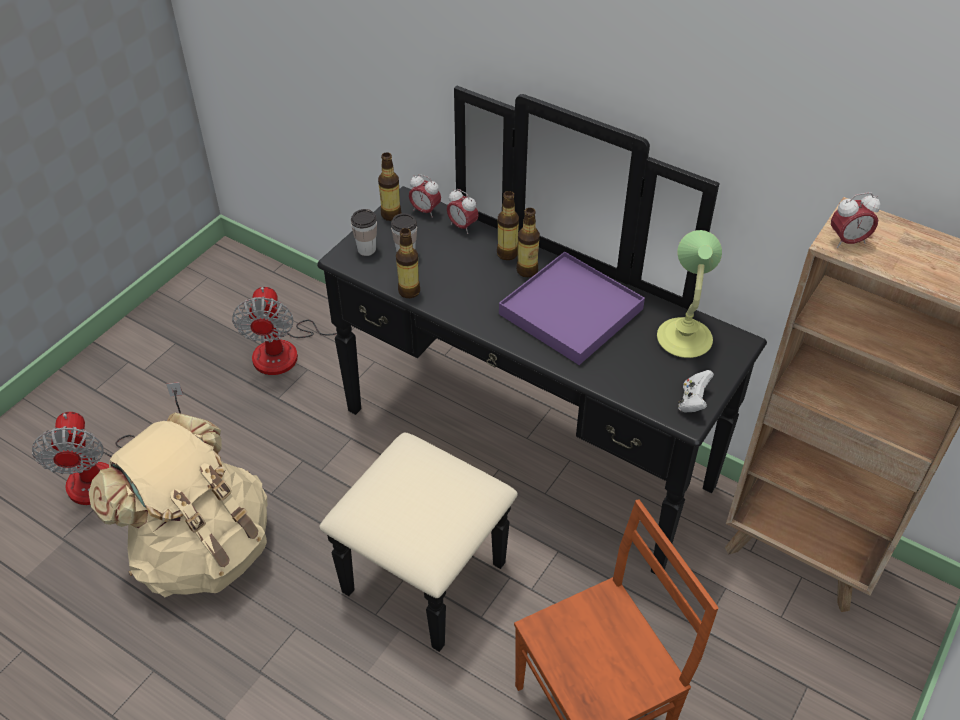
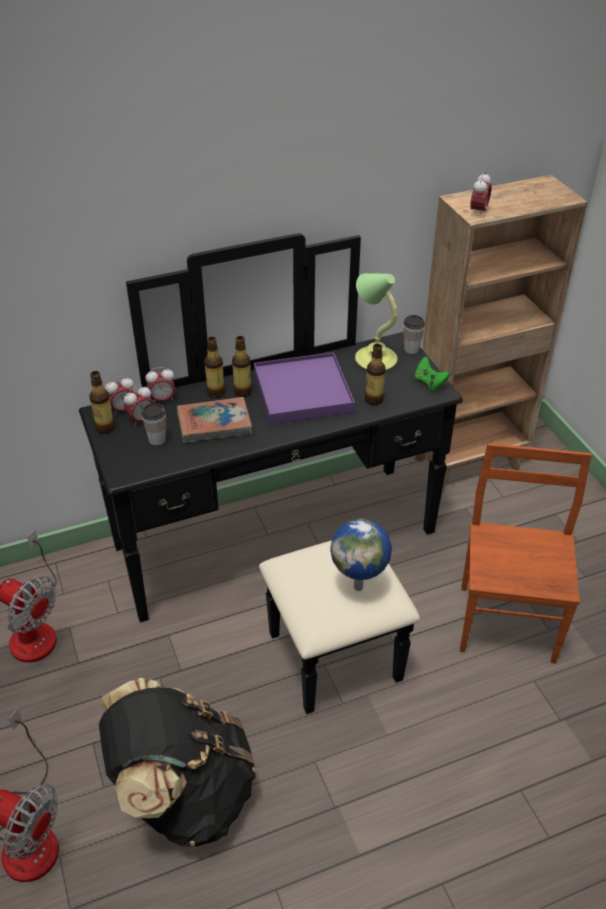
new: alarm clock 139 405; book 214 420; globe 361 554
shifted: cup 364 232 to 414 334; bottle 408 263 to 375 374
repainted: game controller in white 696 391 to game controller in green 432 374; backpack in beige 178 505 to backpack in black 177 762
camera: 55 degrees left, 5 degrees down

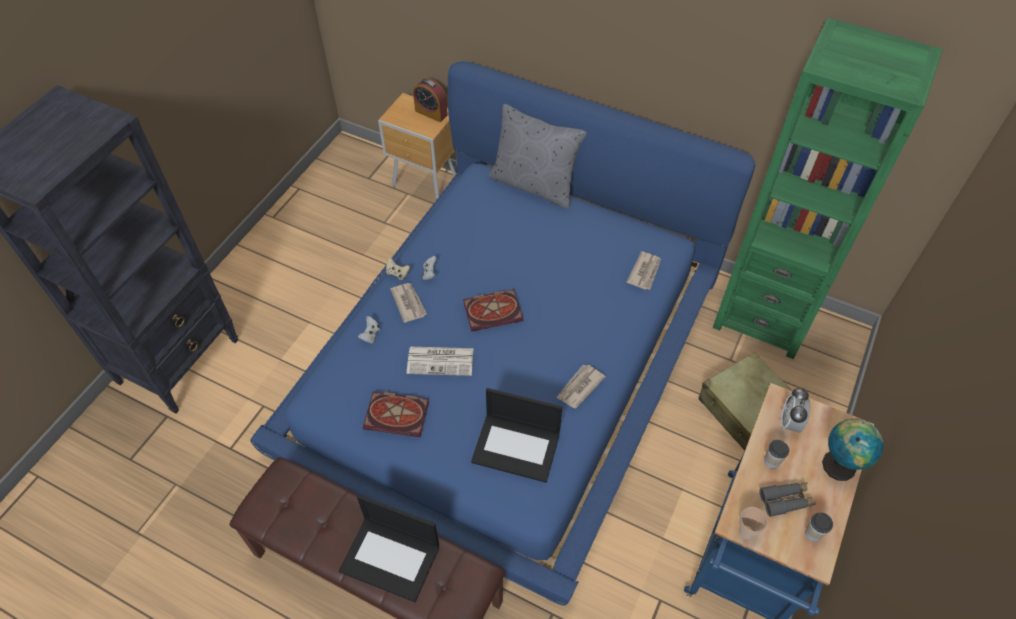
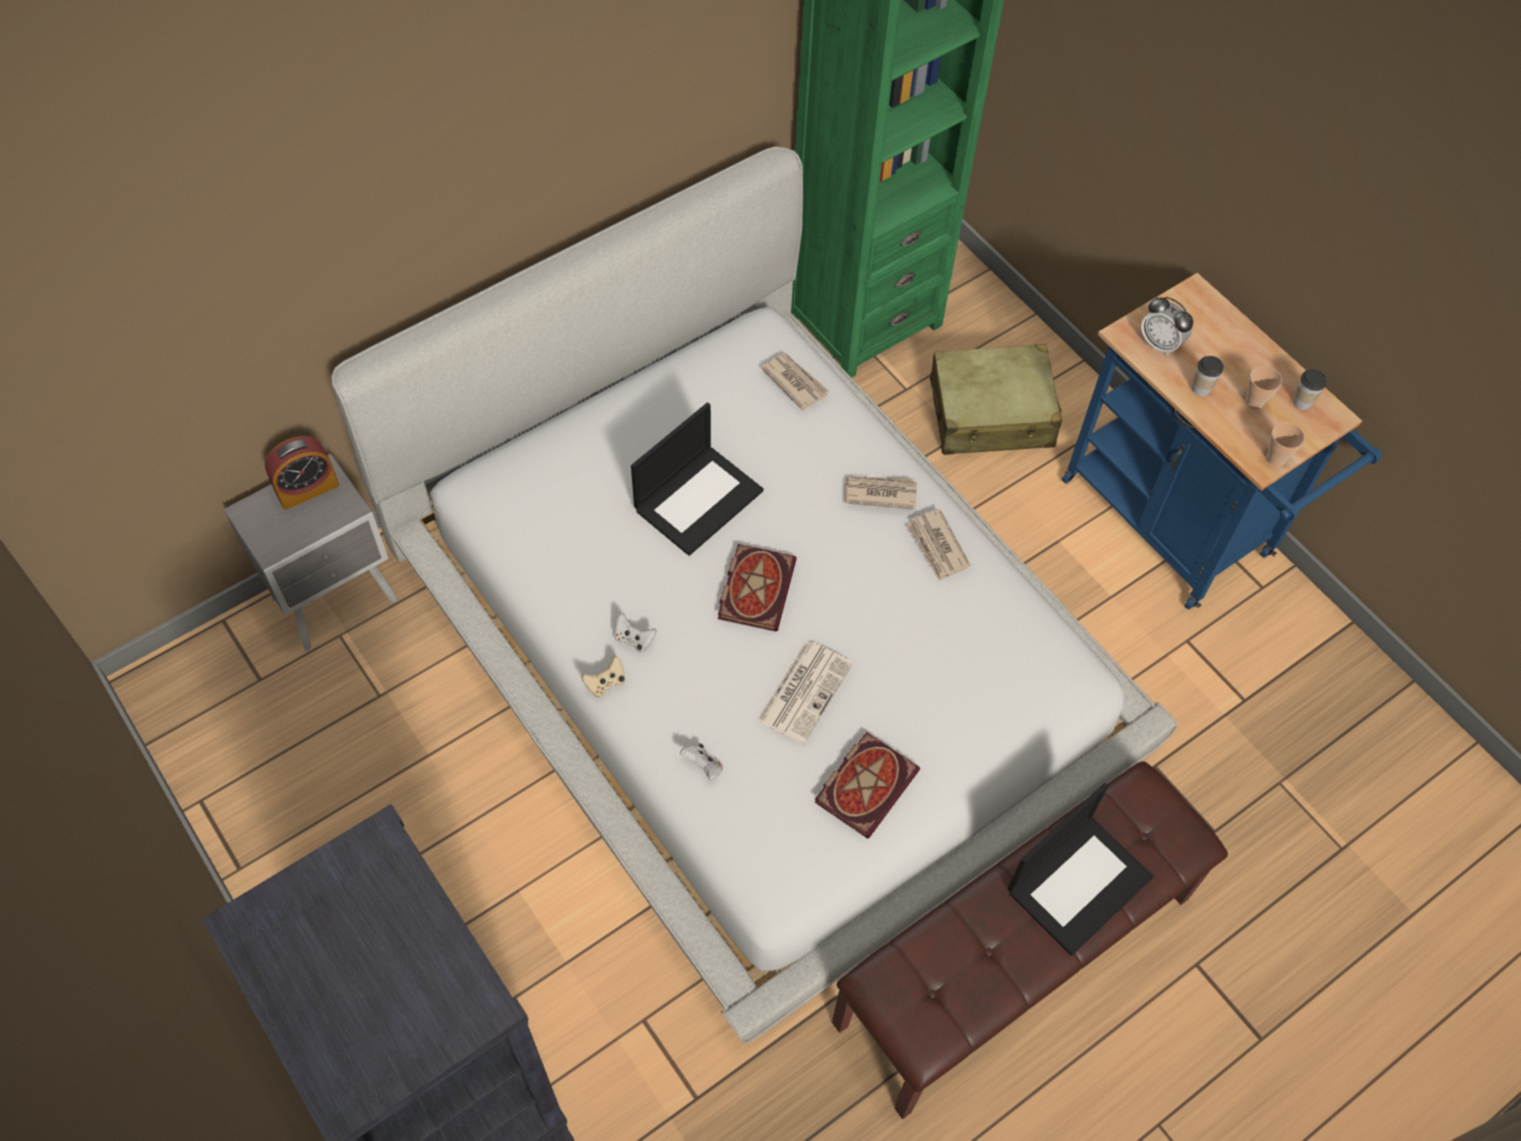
gone: pillow in grey 538 157; globe 852 449
shifted: newspaper 408 303 to 881 493; laptop 516 435 to 697 479
swapped: binoculars in grey 787 499 to cup 1263 388
repainted: bed in blue 502 333 to bed in white 754 594; nightstand in brown 417 146 to nightstand in grey 310 552
camera: 65 degrees left, 5 degrees up

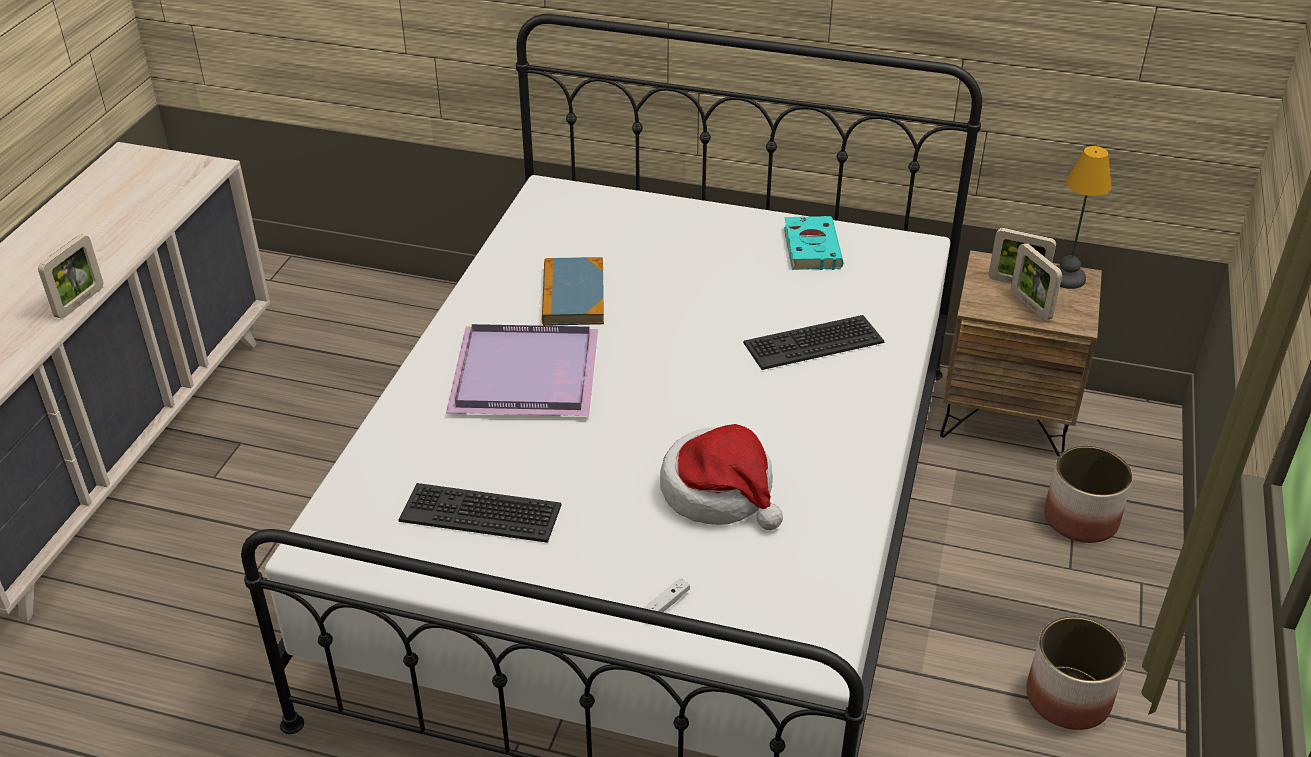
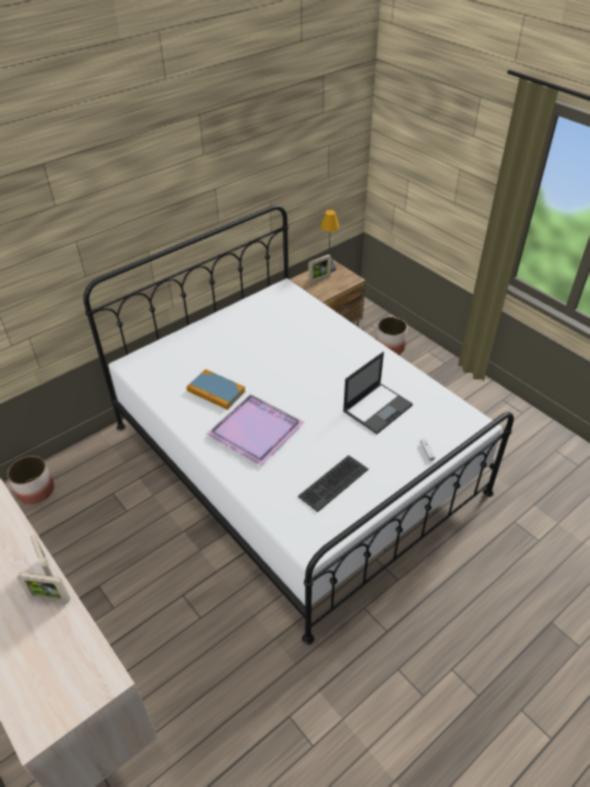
gone: book in turquoise 813 243; keyboard 813 342
shifted: picture frame 1036 281 to 43 588; planter 1076 673 to 30 480
swapped: hat 721 477 to laptop 378 393
camera: 55 degrees left, 5 degrees up

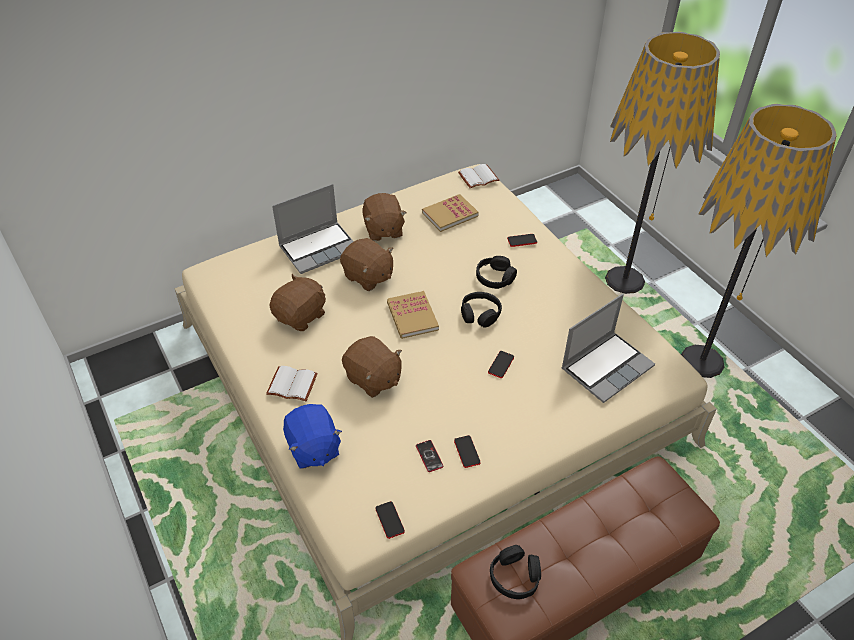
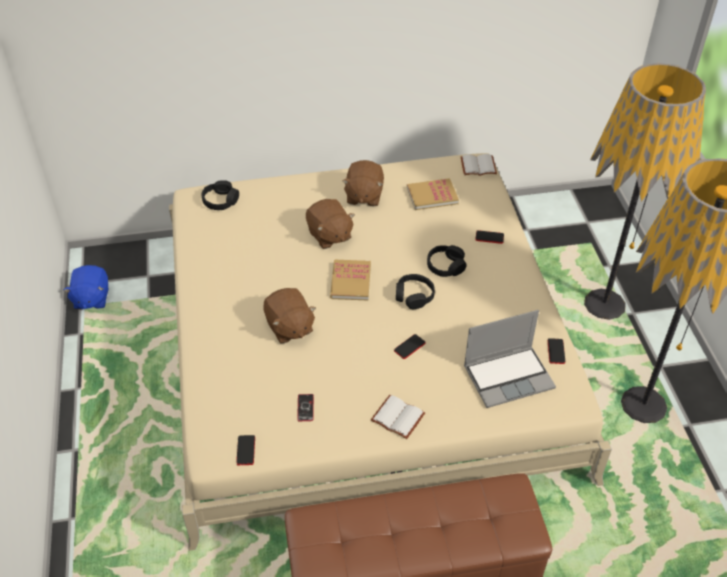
gone: laptop 313 229; plush toy in brown 297 302
shifted: book in white 292 383 to 398 417; plush toy in blue 312 436 to 86 287; phone 467 451 to 556 351; headphones in black 515 572 to 220 195
camera: 20 degrees right, 0 degrees up

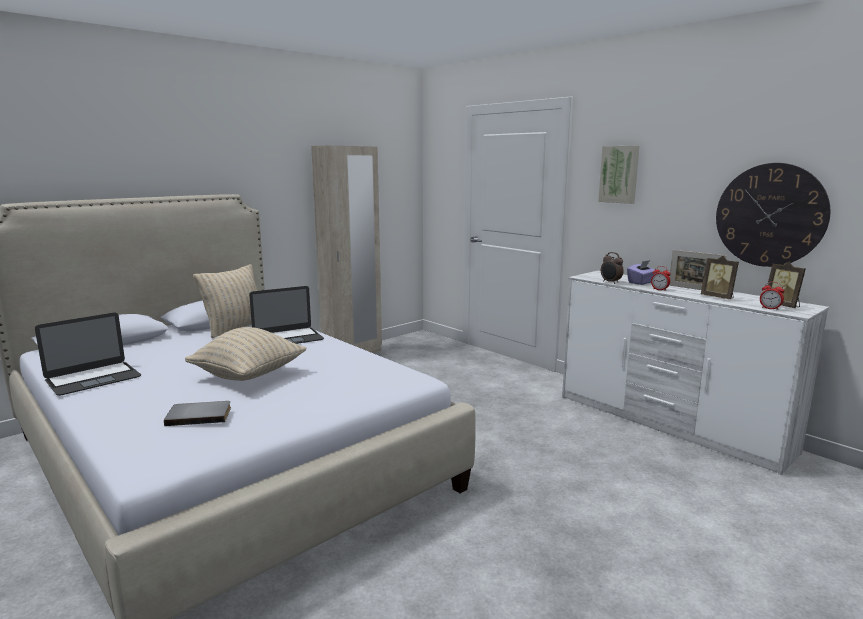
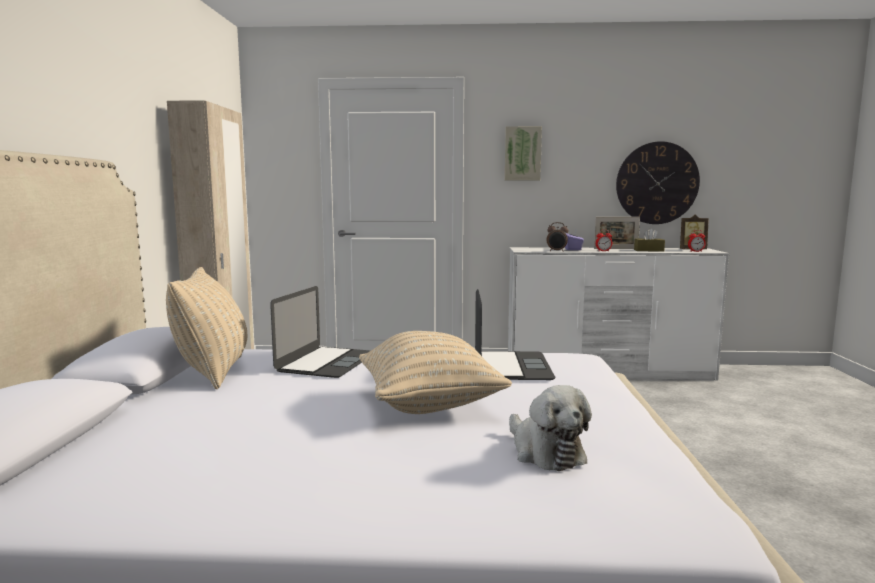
shifted: laptop 88 354 to 515 334
swapped: picture frame 720 277 to tissue box in brown 649 240; book in grey 197 413 to plush toy 550 428
camera: 45 degrees left, 5 degrees down

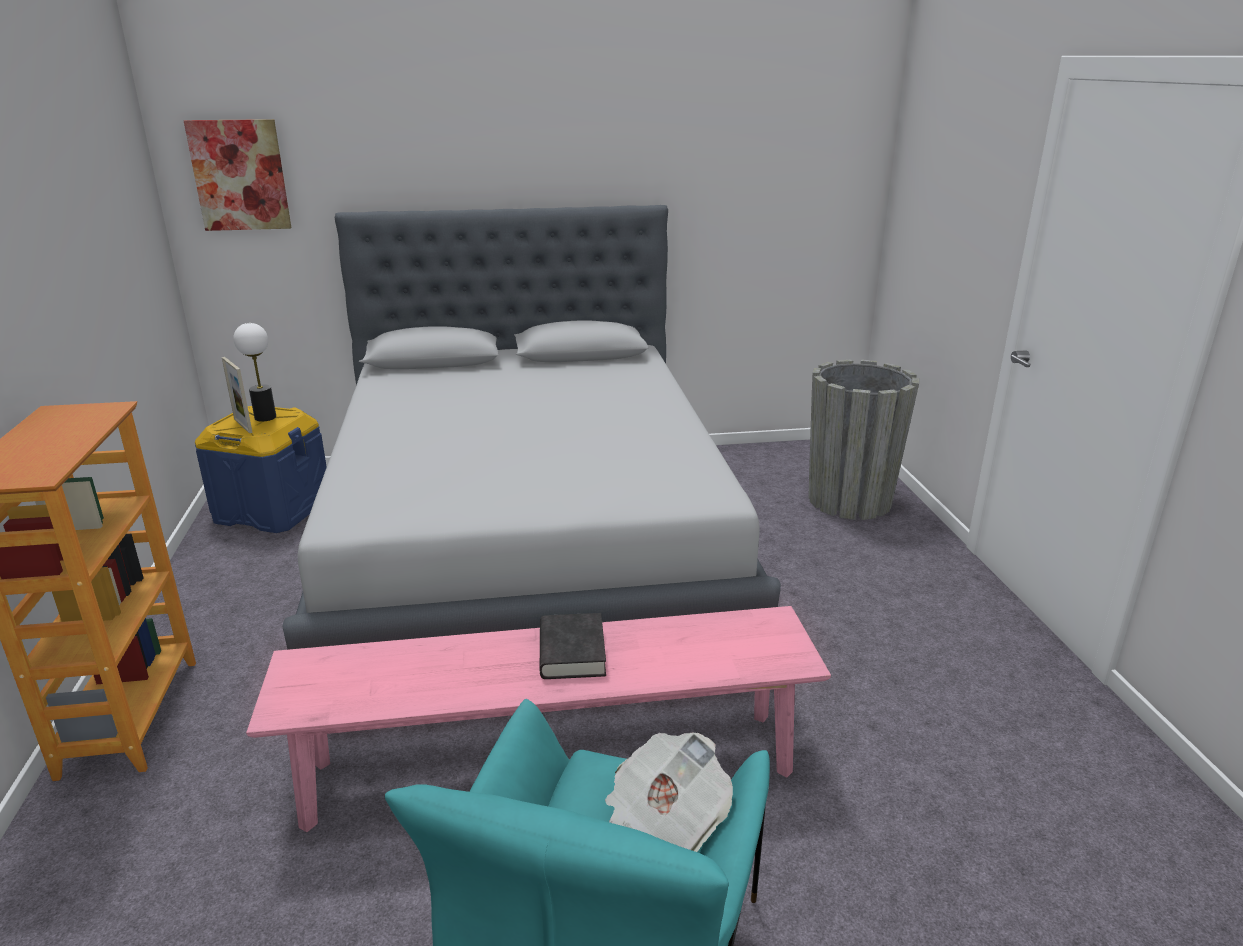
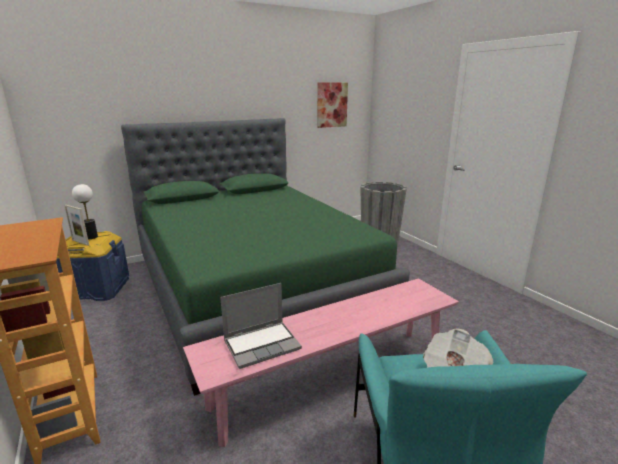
gone: book in black 573 646
new: laptop 261 326
shifted: picture 237 175 to 332 105
repainted: bed in grey 531 427 to bed in green 265 257
camera: 20 degrees left, 5 degrees down

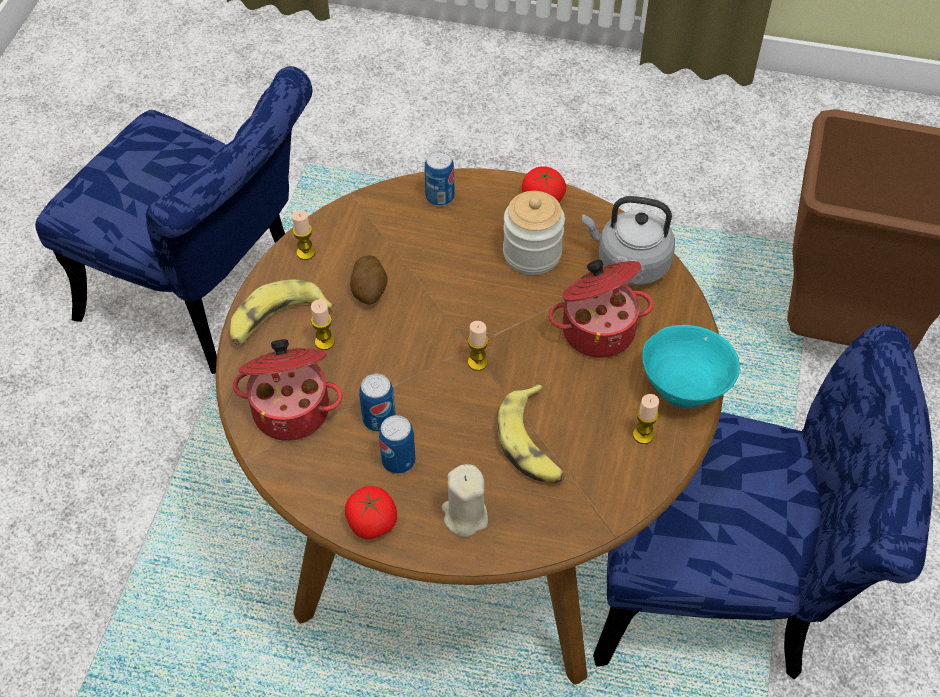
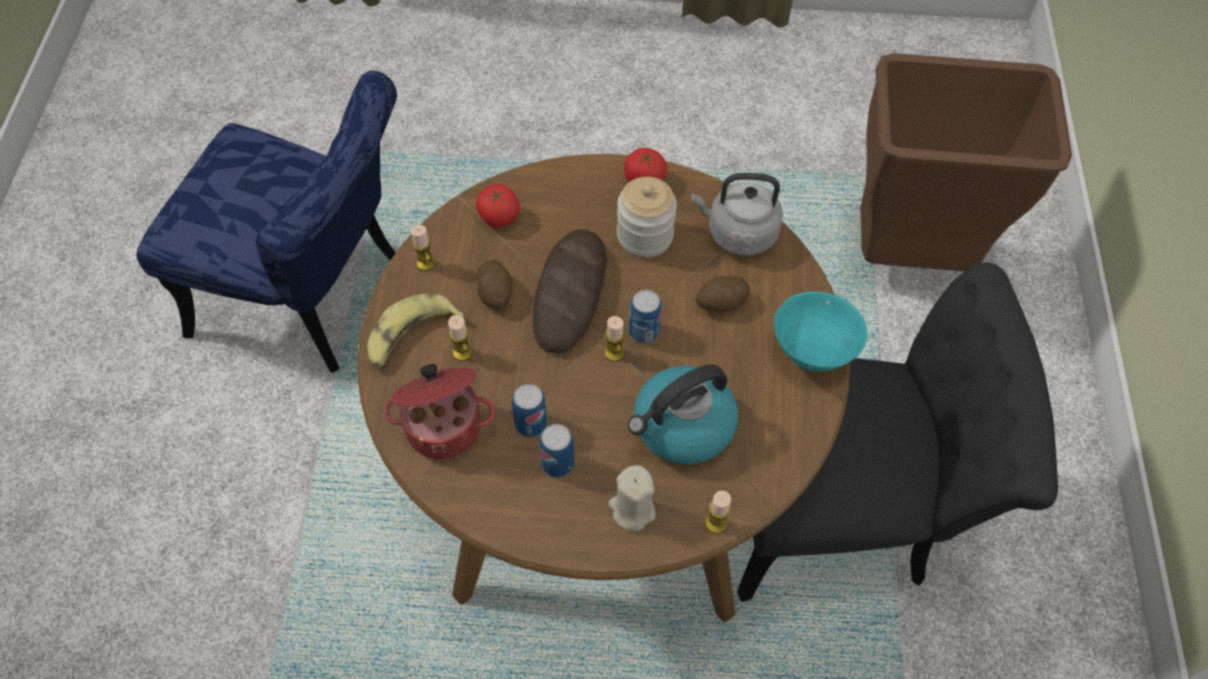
new: bread 570 291
shifted: can 439 178 to 645 316; candle 646 419 to 718 512; tomato 371 512 to 498 206
swapped: cooking pot 600 308 to potato 722 294; banana 531 433 to kettle 683 415
repainted: chair in blue 763 501 to chair in black 897 432
camera: 10 degrees left, 5 degrees up

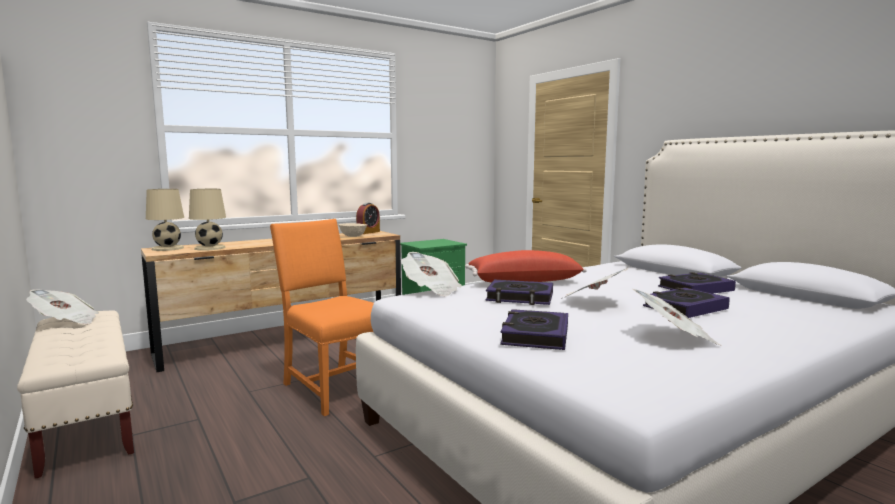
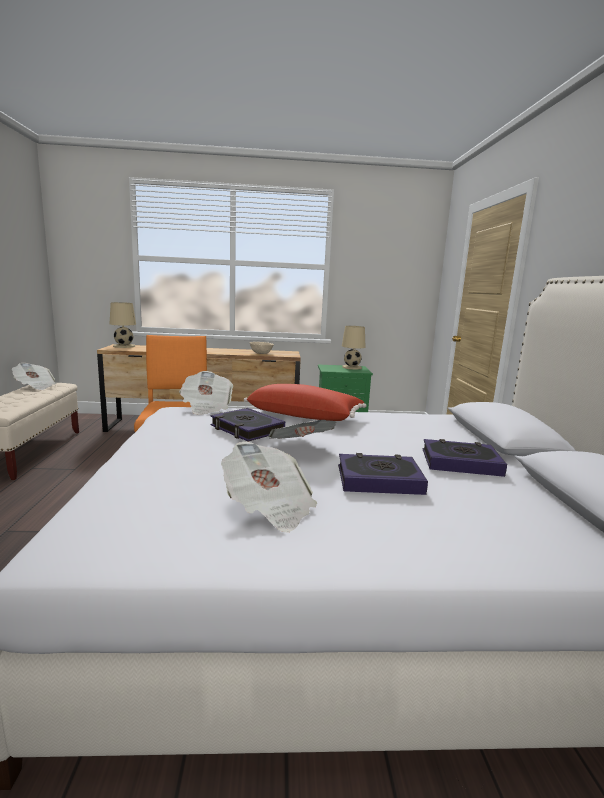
gone: alarm clock 368 218; book 534 329
shifted: table lamp in beige 207 220 to 353 348
camera: 30 degrees right, 5 degrees up

